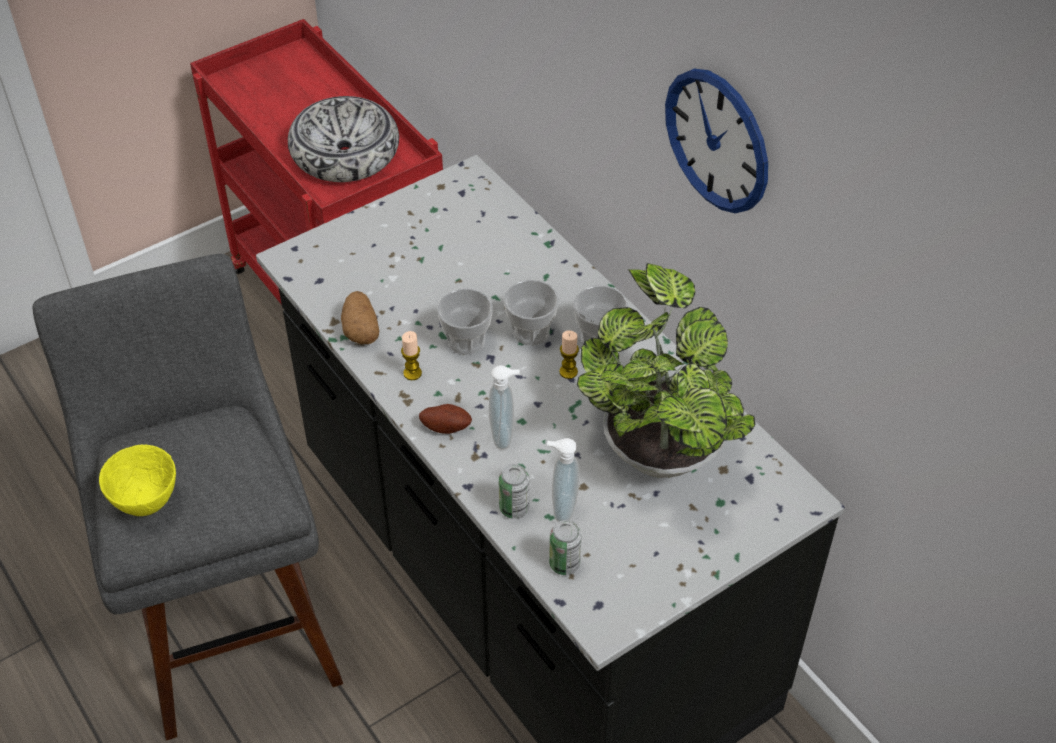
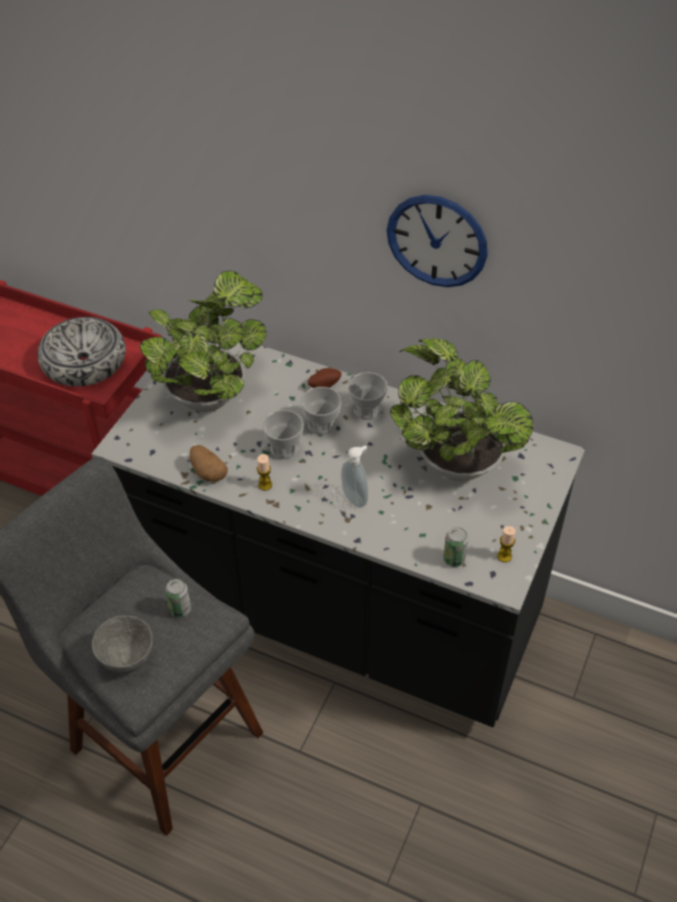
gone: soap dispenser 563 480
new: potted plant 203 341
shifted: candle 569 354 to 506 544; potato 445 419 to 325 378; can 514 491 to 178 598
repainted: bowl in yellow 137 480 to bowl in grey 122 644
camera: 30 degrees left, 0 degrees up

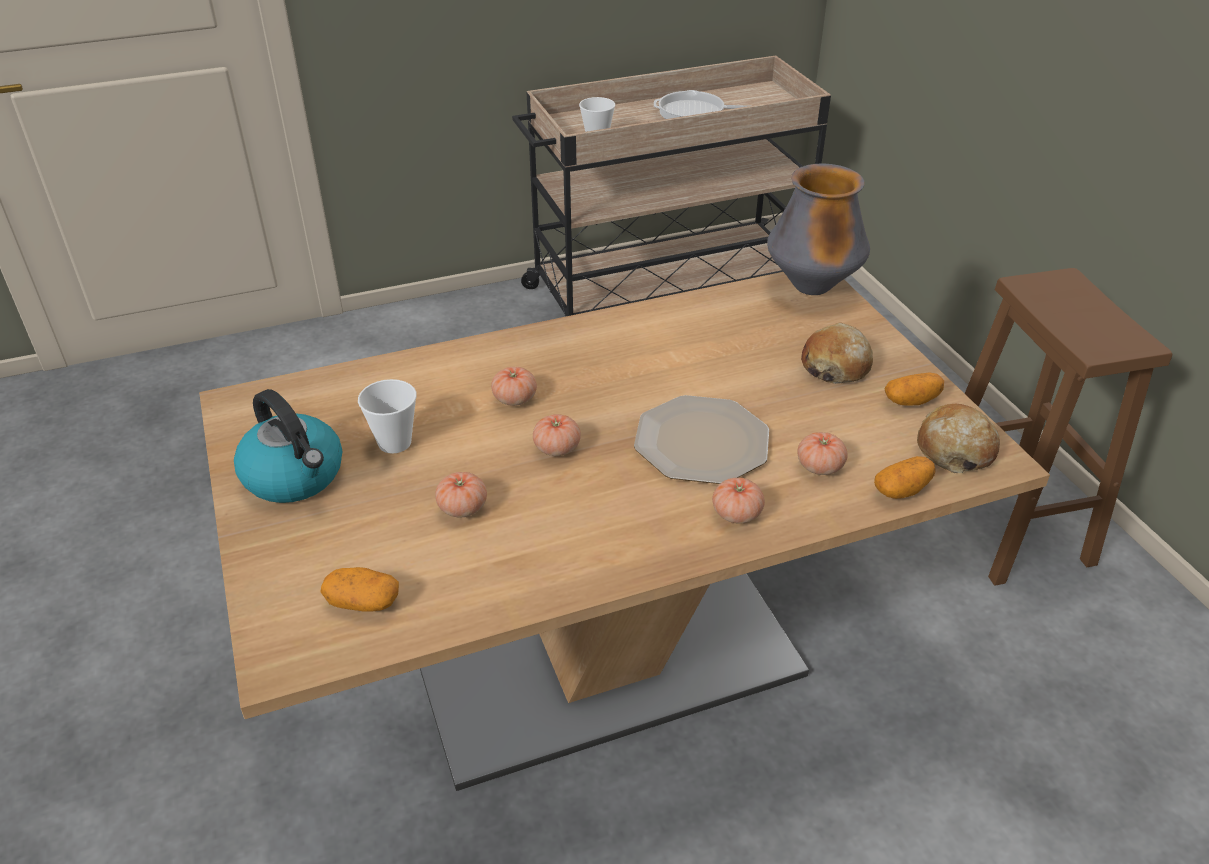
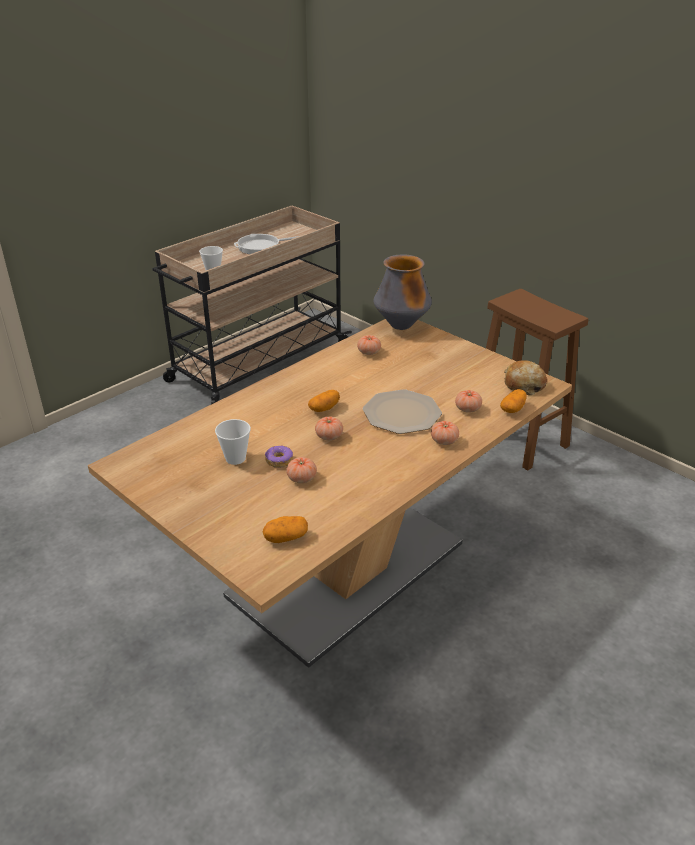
gone: bread 837 353; kettle 288 446
new: donut 279 456
shifted: tomato 514 386 to 369 345; potato 914 389 to 324 401
camera: 25 degrees left, 5 degrees down

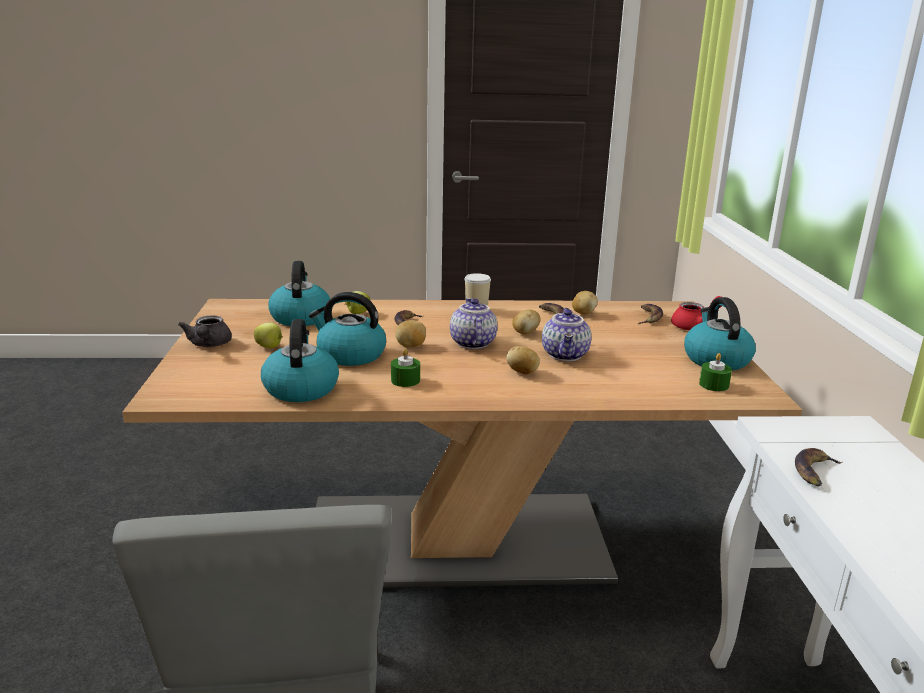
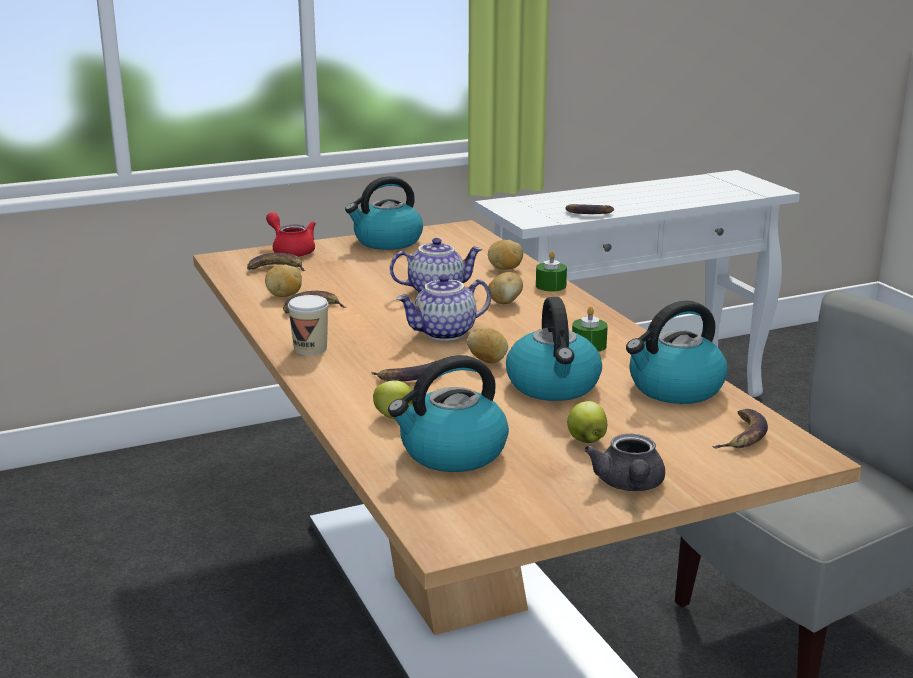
new: banana 740 428
shifted: potato 526 322 to 505 255; candle in green 715 372 to 551 271
rotated: teapot in grey 205 331 = 624 462 120 degrees clockwise
camera: 110 degrees left, 0 degrees up

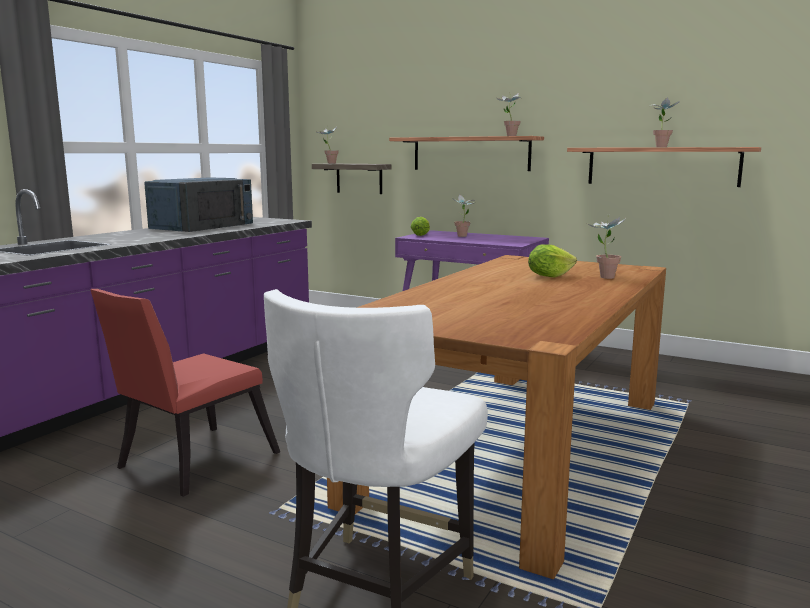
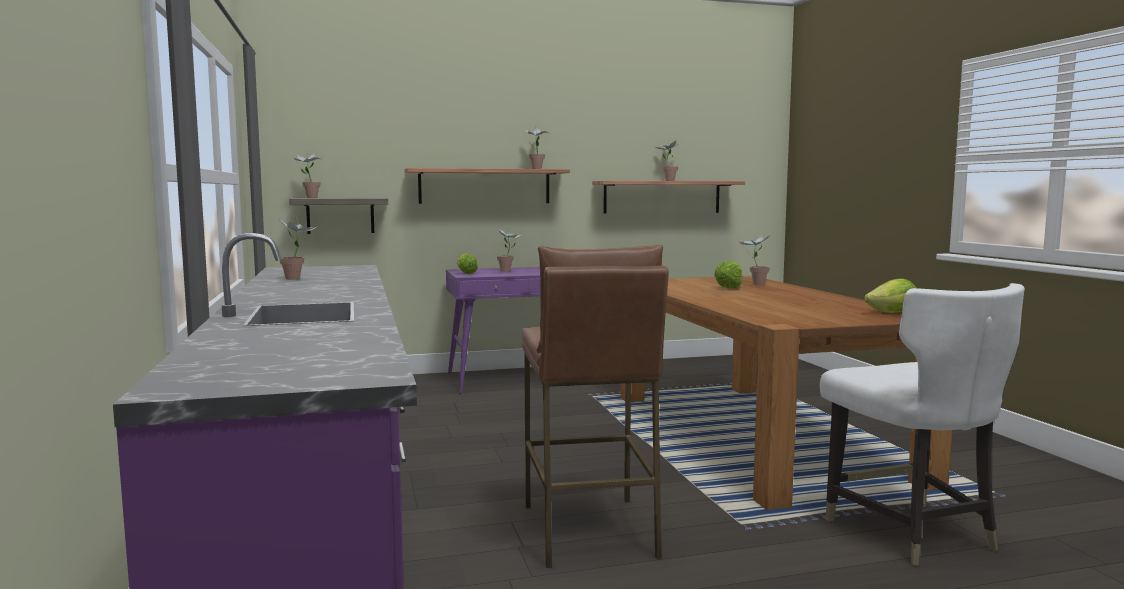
new: lettuce 890 295
swapped: microwave in blue 198 204 to potted plant 297 249; chair in red 185 393 to stool in brown 595 406
camera: 45 degrees left, 5 degrees down

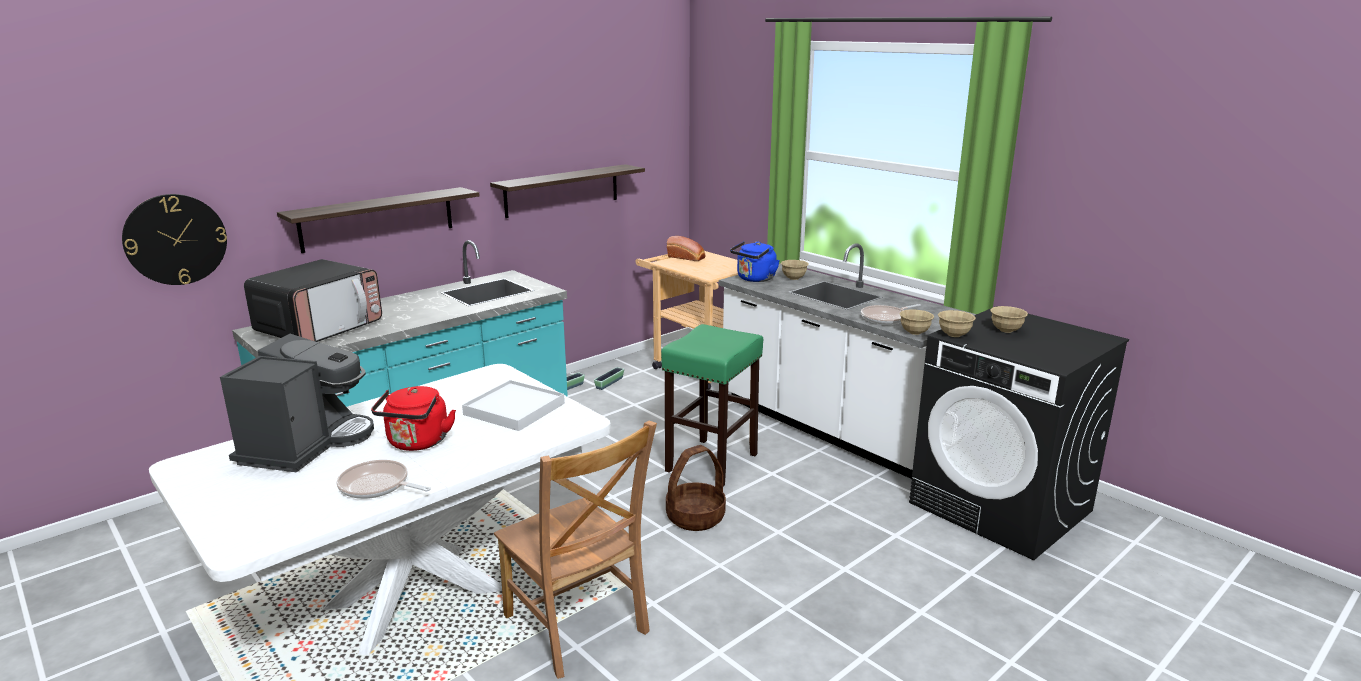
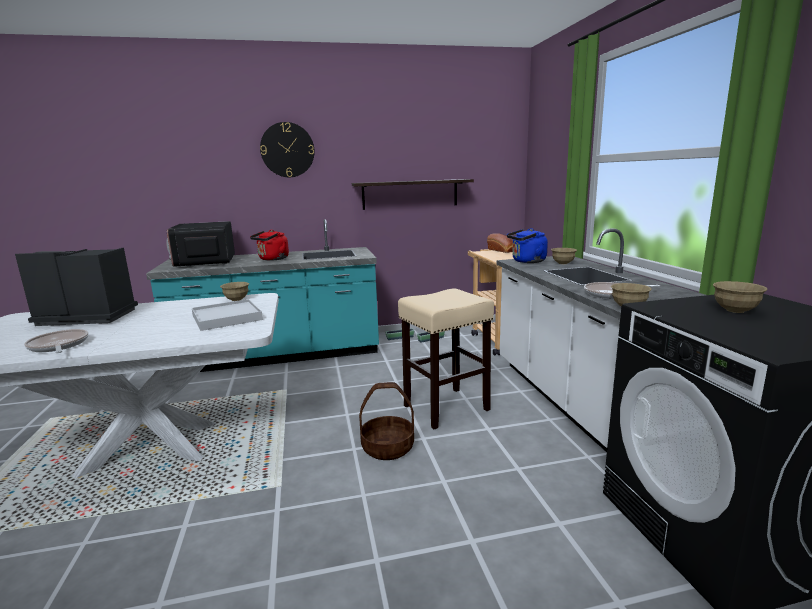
gone: shelf 378 220; chair in brown 575 550
shifted: wall clock 174 239 to 287 149; bowl in beige 957 323 to 234 291; kettle in red 413 418 to 269 245
repainted: stool in green 712 405 to stool in beige 446 358
rotated: microwave 313 300 = 200 244 105 degrees clockwise; coffee machine 297 403 = 76 287 135 degrees counterclockwise
camera: 30 degrees right, 5 degrees down

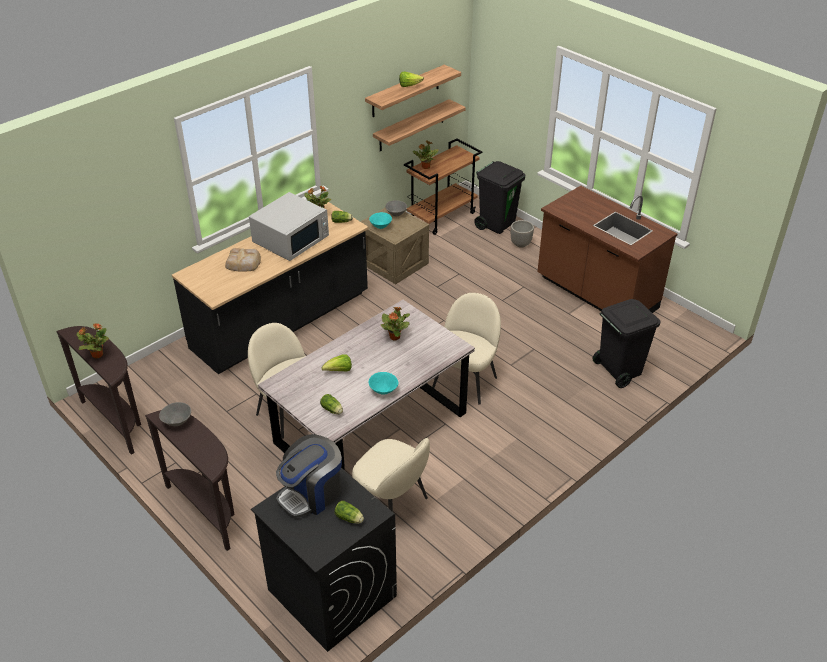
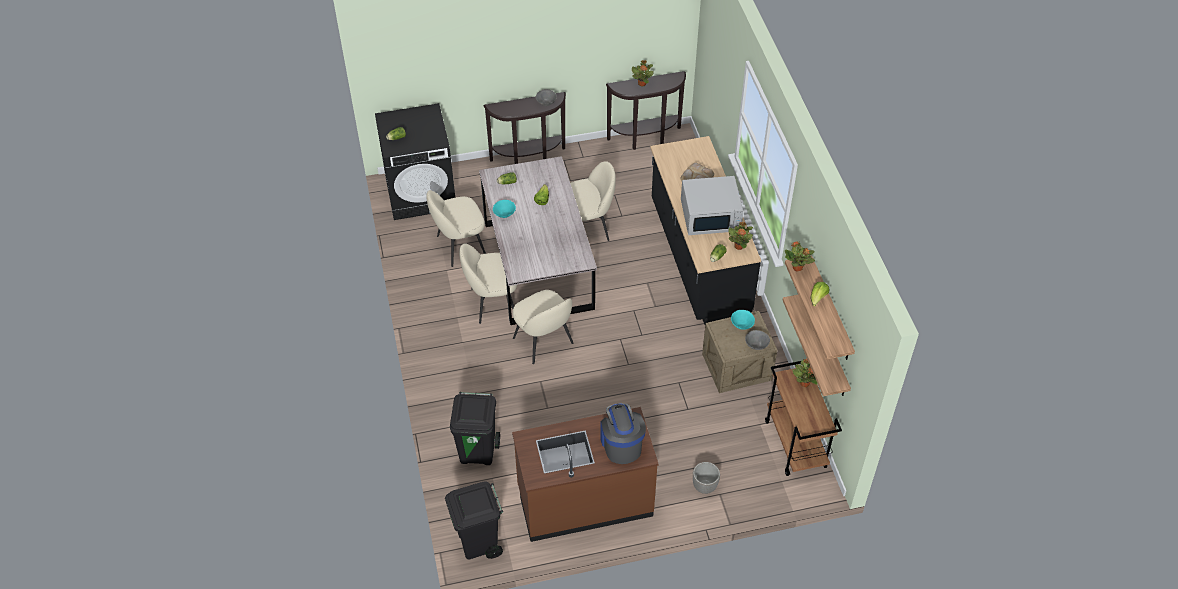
new: chair in beige 488 283
shifted: trash can in black 499 197 to 474 520; potted plant 395 323 to 800 257; coffee machine 309 476 to 623 433
rotated: microwave in white 289 226 = 712 205 75 degrees counterclockwise
camera: 120 degrees right, 10 degrees up

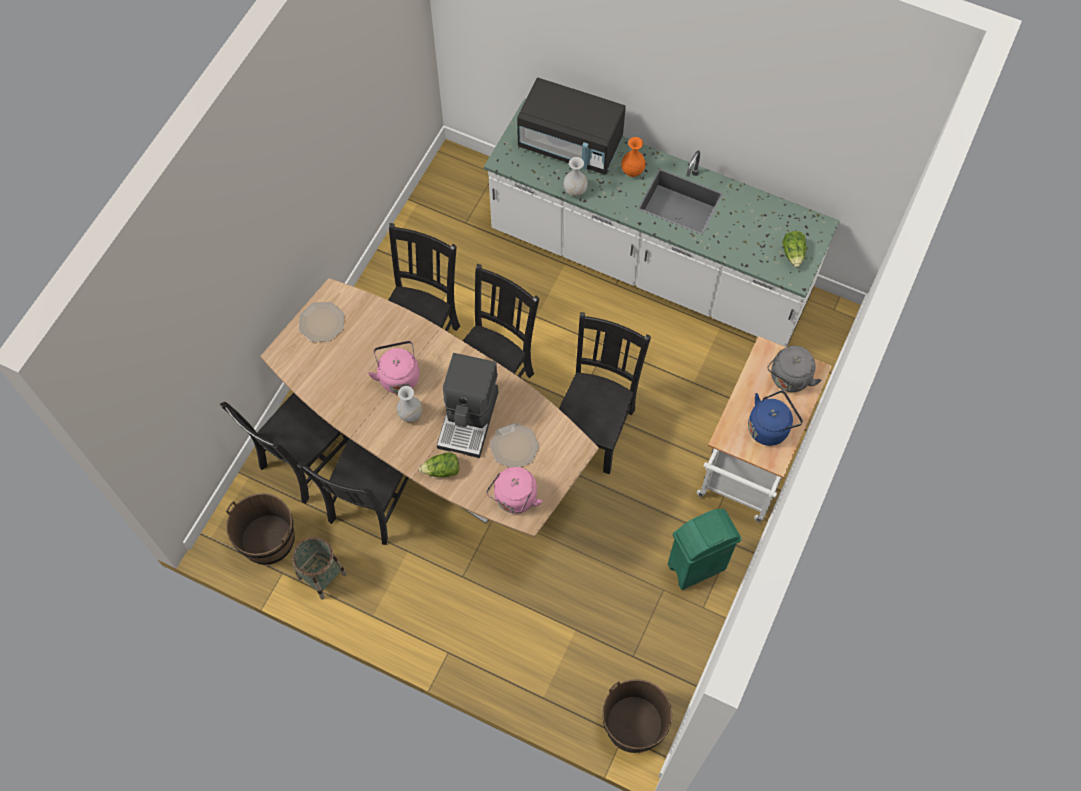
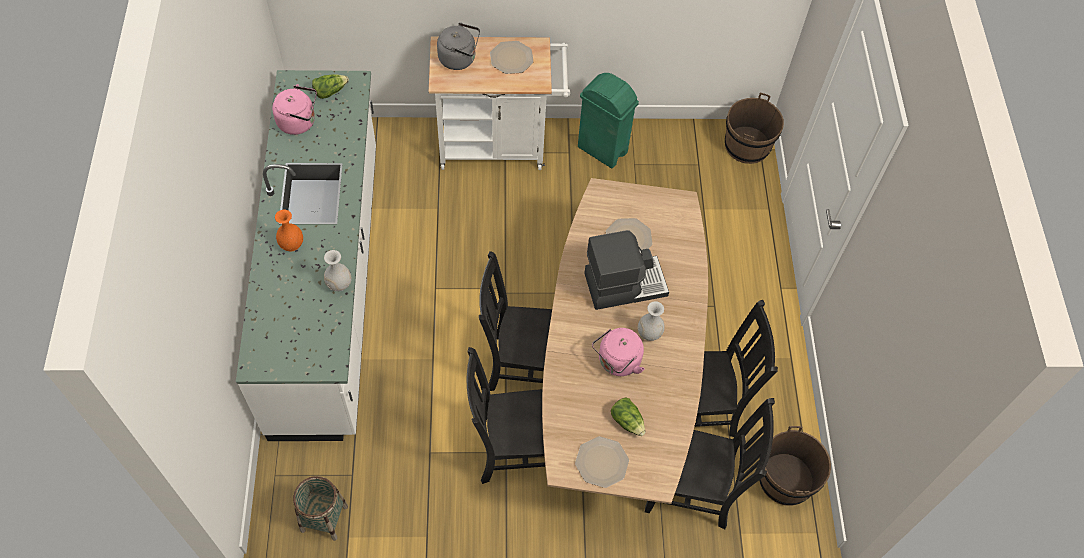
gone: microwave in black 571 126; chair in black 605 393
shifted: lettuce 439 464 to 628 416; kettle in pink 514 490 to 294 109; basket 319 568 to 320 508
swapped: kettle in blue 775 418 to plate 512 57
camera: 120 degrees left, 5 degrees down

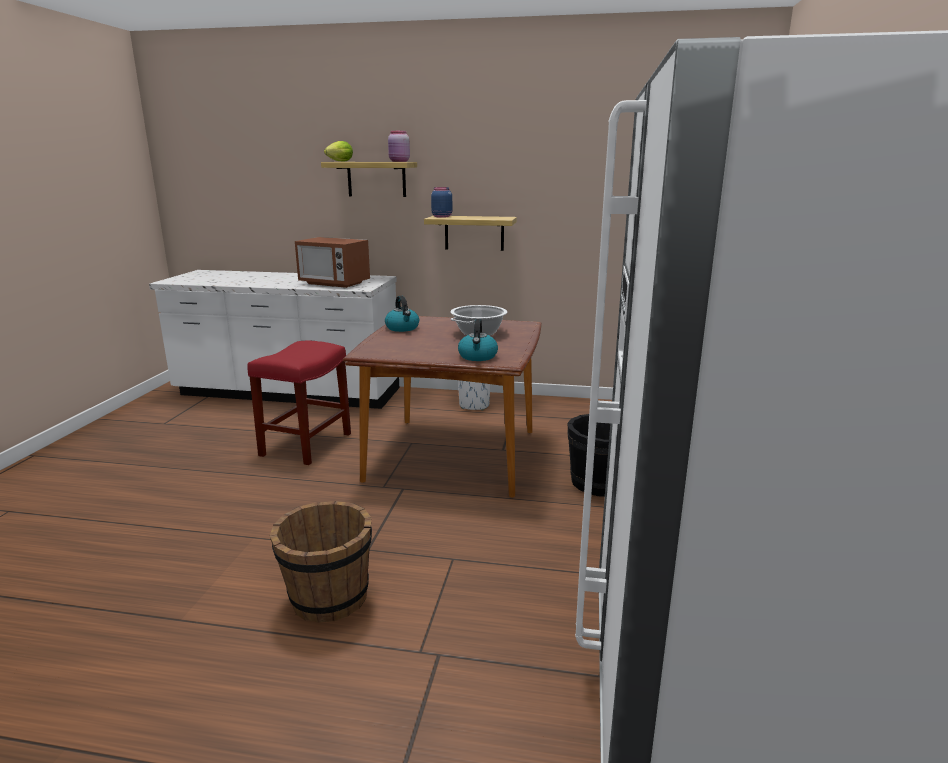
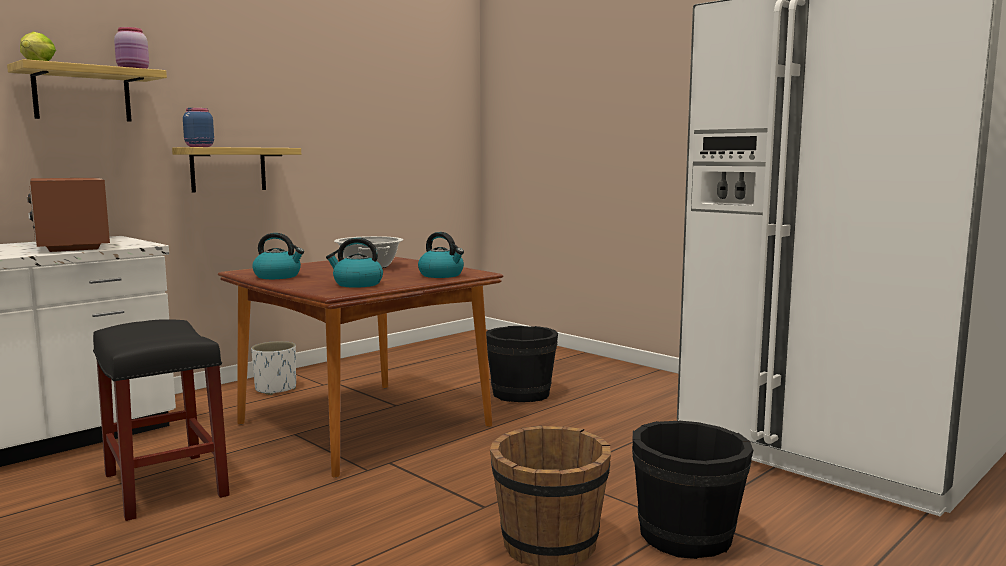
new: kettle 354 263; bucket in black 693 489
repainted: stool in red 299 403 to stool in black 161 420
rotated: microwave 332 262 = 68 215 90 degrees clockwise
camera: 55 degrees left, 10 degrees down

